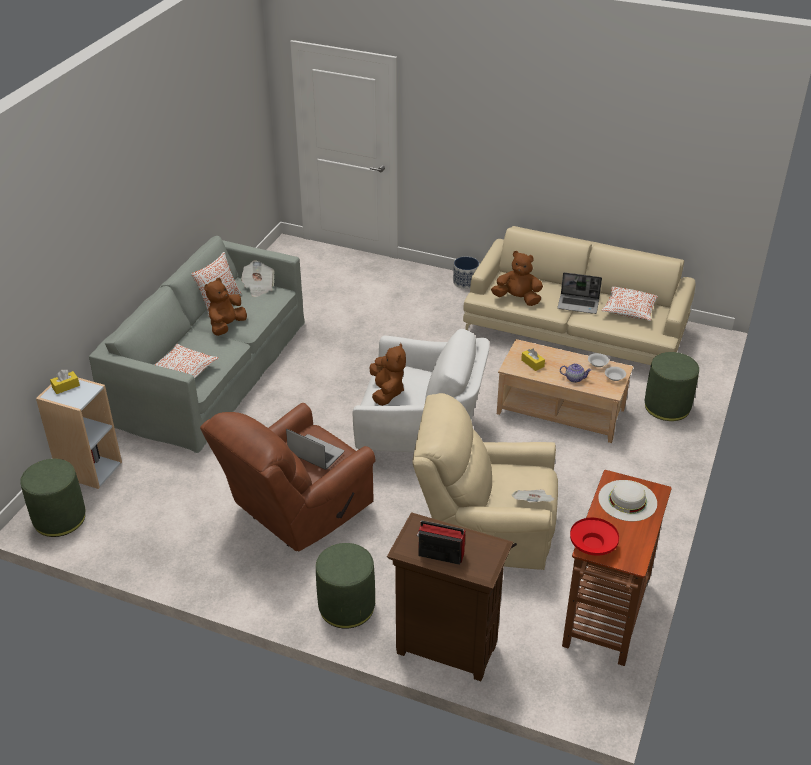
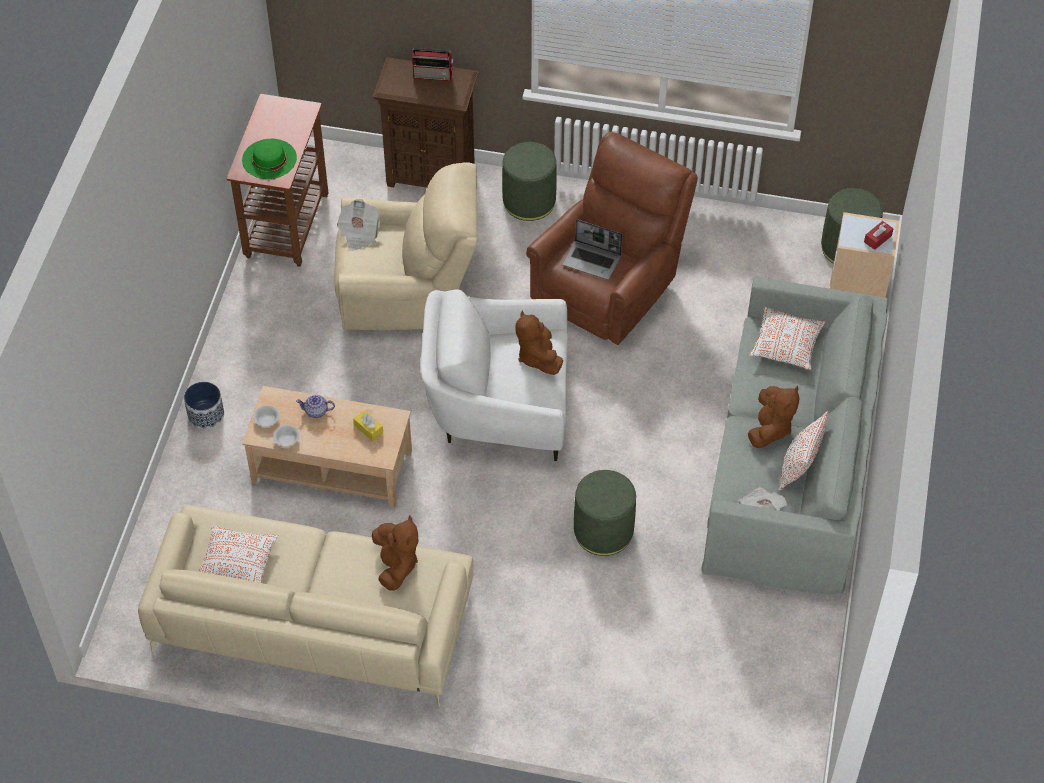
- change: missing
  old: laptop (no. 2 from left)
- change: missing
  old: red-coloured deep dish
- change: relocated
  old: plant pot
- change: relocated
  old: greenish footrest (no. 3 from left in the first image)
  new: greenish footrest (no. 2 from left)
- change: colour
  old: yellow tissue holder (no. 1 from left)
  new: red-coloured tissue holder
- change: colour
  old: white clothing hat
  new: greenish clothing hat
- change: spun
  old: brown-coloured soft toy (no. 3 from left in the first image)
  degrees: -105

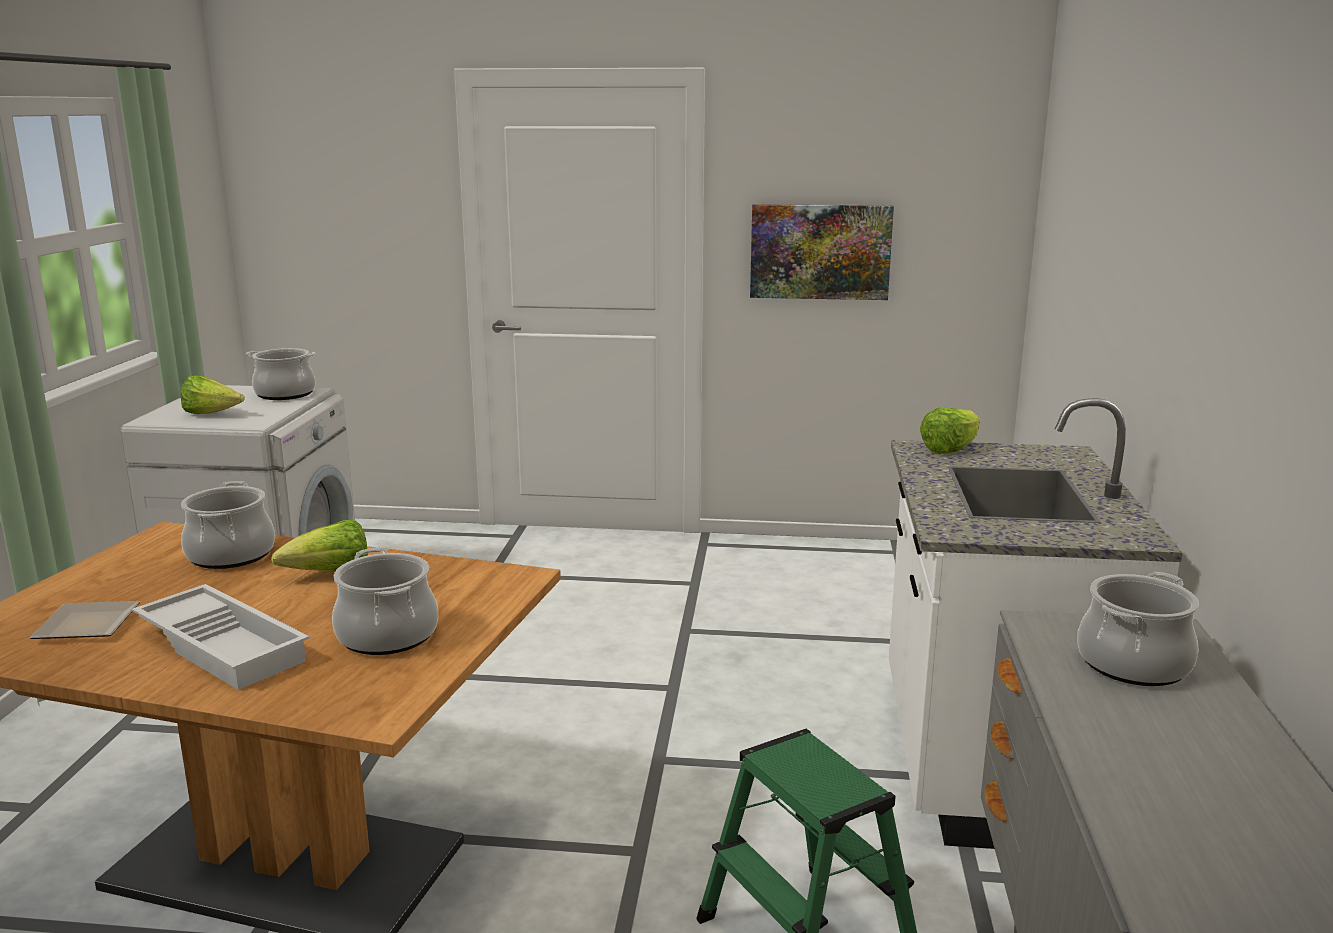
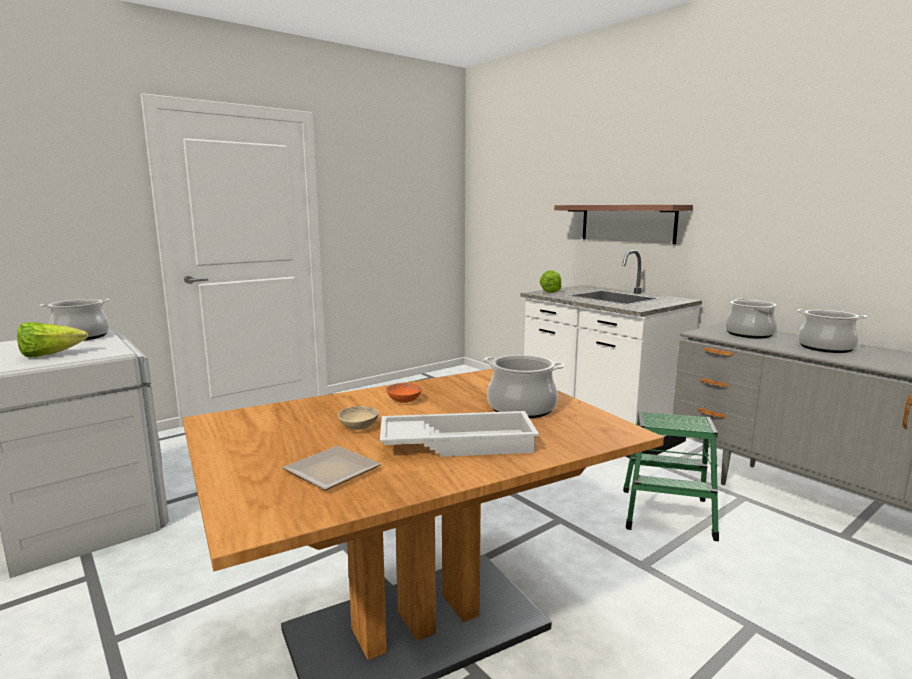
- change: missing
  old: picture
- change: appeared
  new: beige-coloured deep dish
- change: appeared
  new: wall shelf
- change: relocated
  old: stockpot (no. 1 from left in the first image)
  new: stockpot (no. 4 from left)
- change: exchanged
  old: lettuce head (no. 2 from left)
  new: orange deep dish

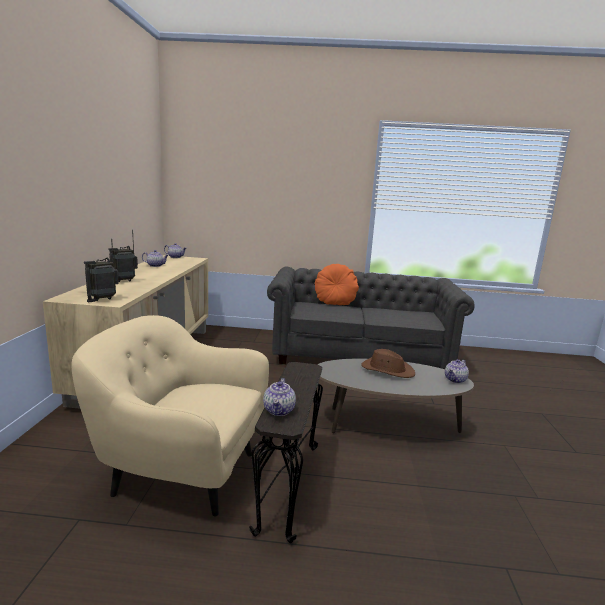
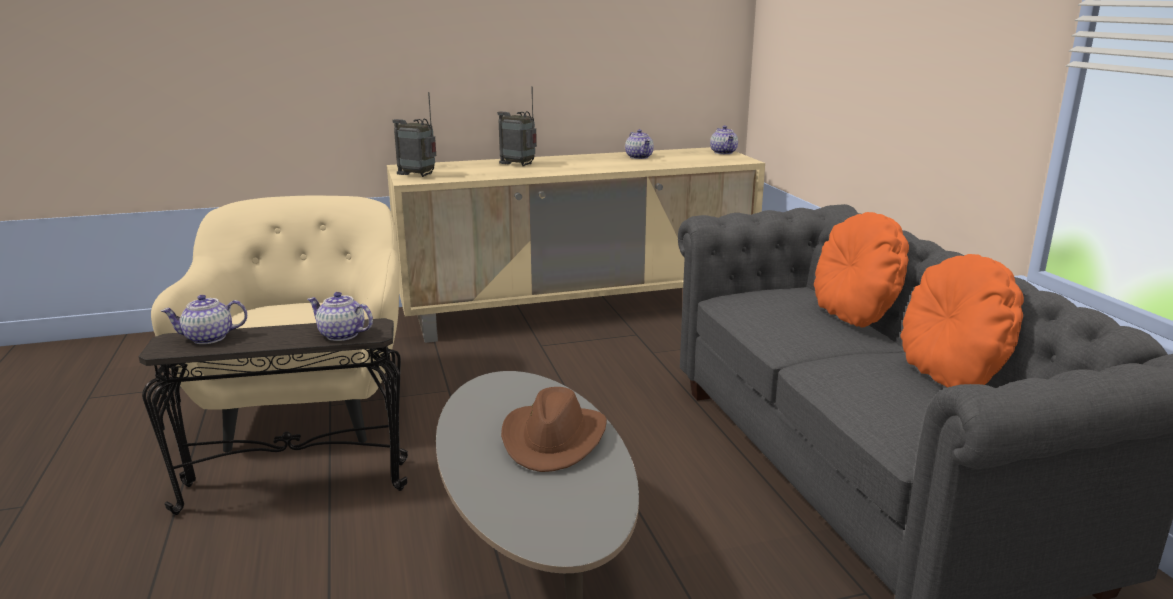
- change: appeared
  new: orange pillow (no. 2 from left)
- change: relocated
  old: pot for tea (no. 4 from left in the first image)
  new: pot for tea (no. 2 from left)

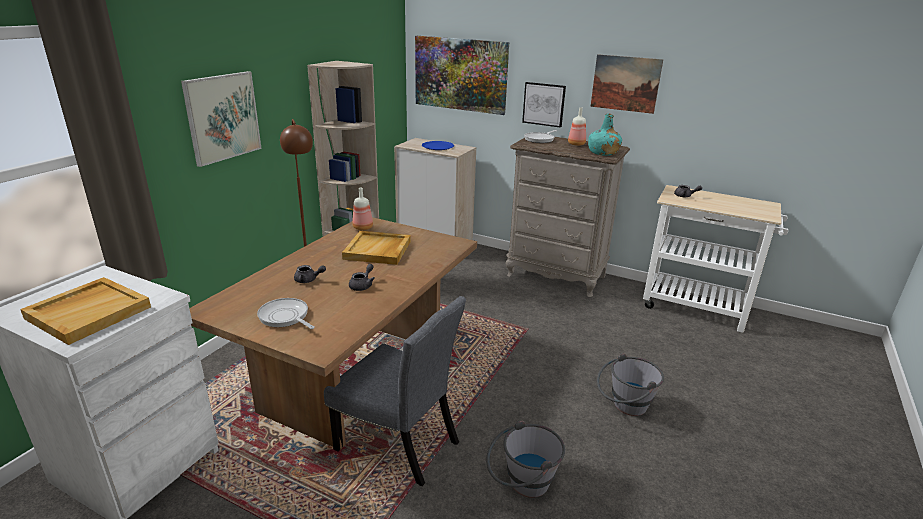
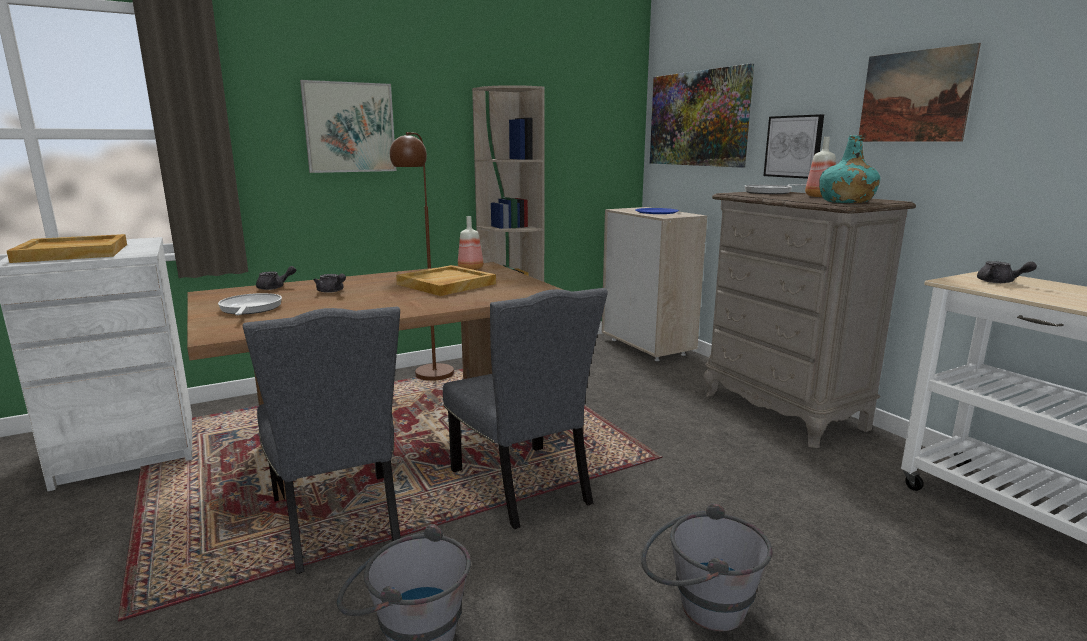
- change: appeared
  new: greyish plain chair (no. 2 from left)
- change: relocated
  old: greyish pot for tea (no. 2 from left in the first image)
  new: greyish pot for tea (no. 1 from left)

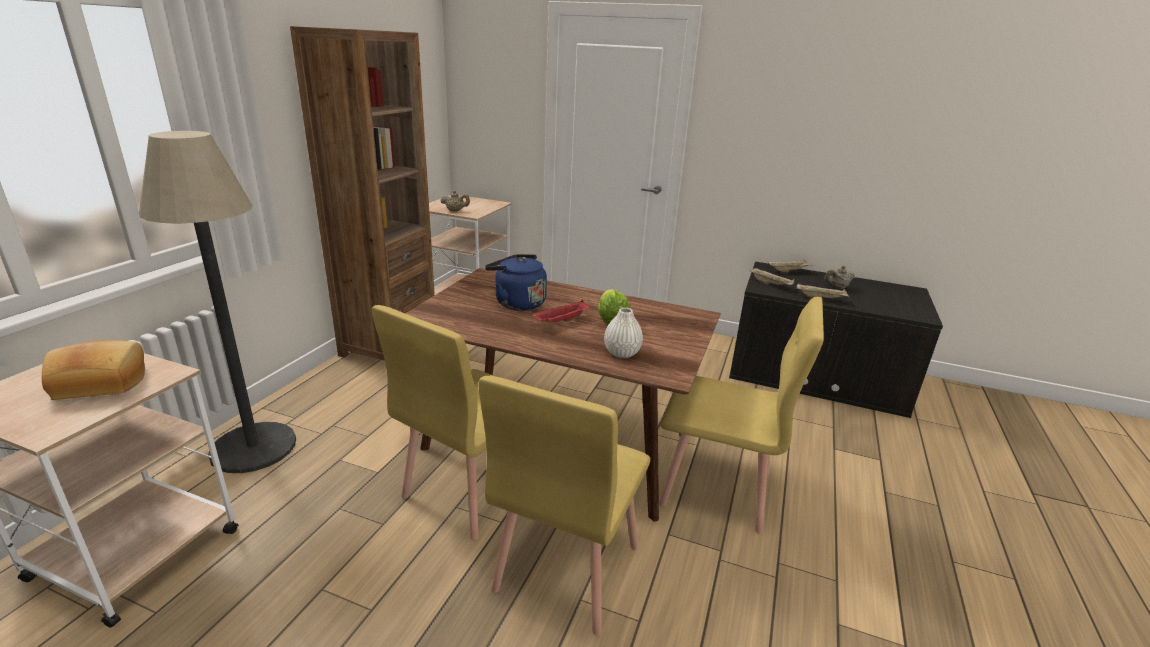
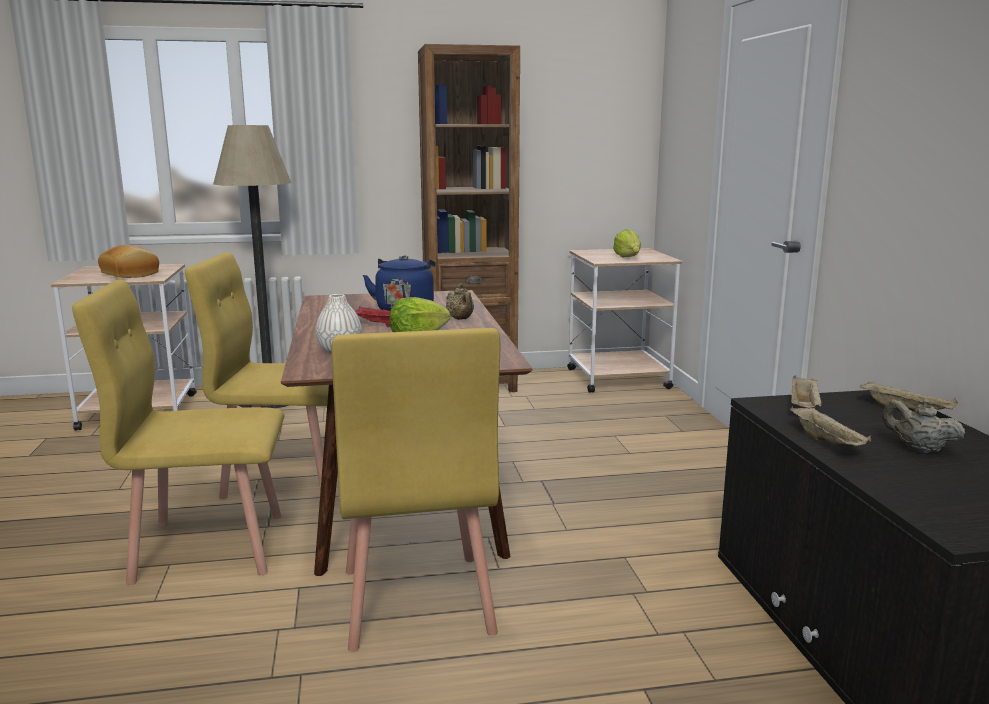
- change: appeared
  new: lettuce head (no. 2 from left)
- change: relocated
  old: beige-coloured pot for tea (no. 1 from left)

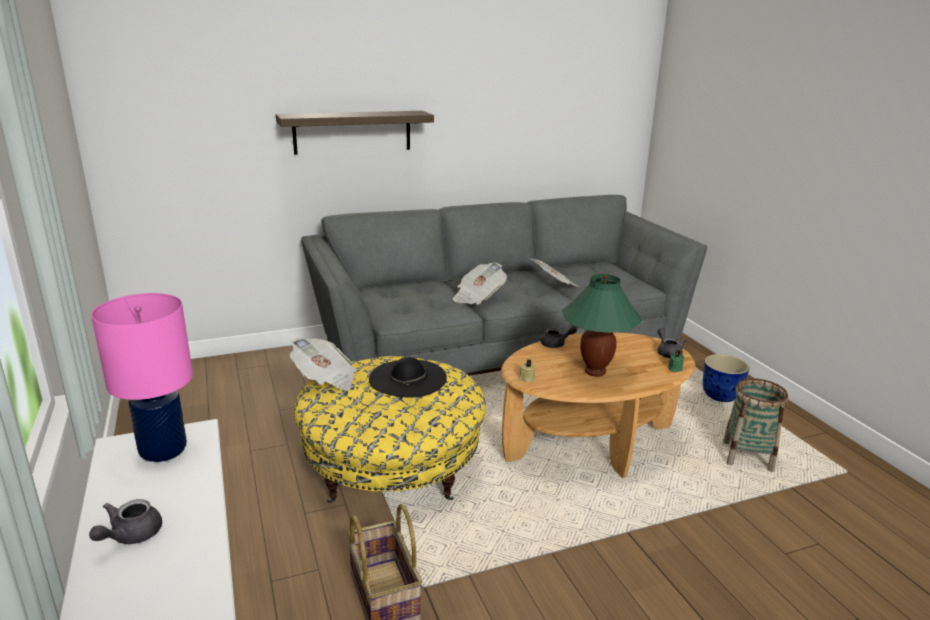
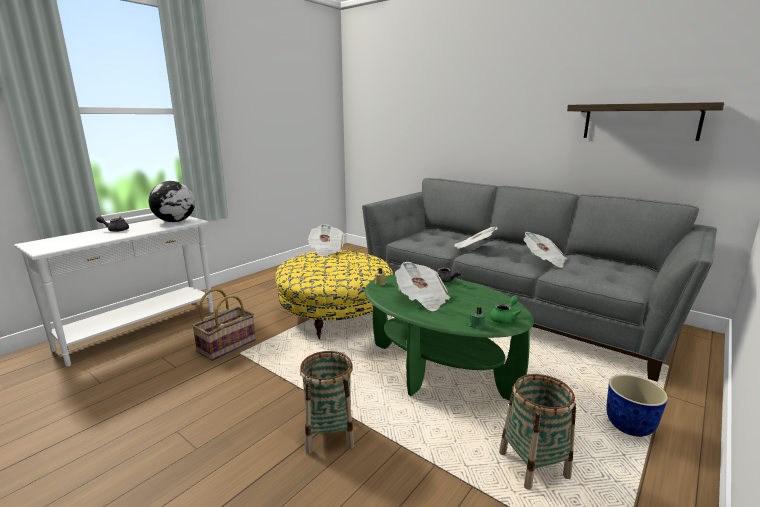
- change: missing
  old: black clothing hat
- change: appeared
  new: basket (no. 2 from left)
- change: relocated
  old: wall shelf
- change: exchanged
  old: pink-coloured table lamp
  new: world globe
- change: exchanged
  old: greenish table lamp
  new: printed paper (no. 2 from left)
- change: colour
  old: brown-coloured coffee table
  new: greenish coffee table
- change: colour
  old: greyish pot for tea (no. 3 from left)
  new: greenish pot for tea

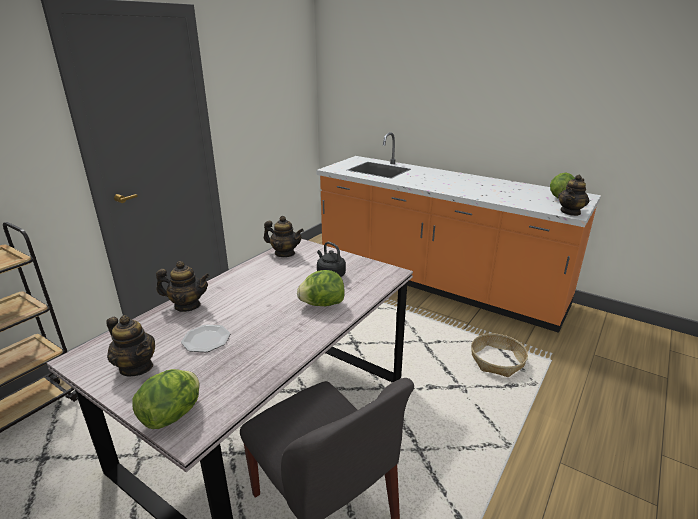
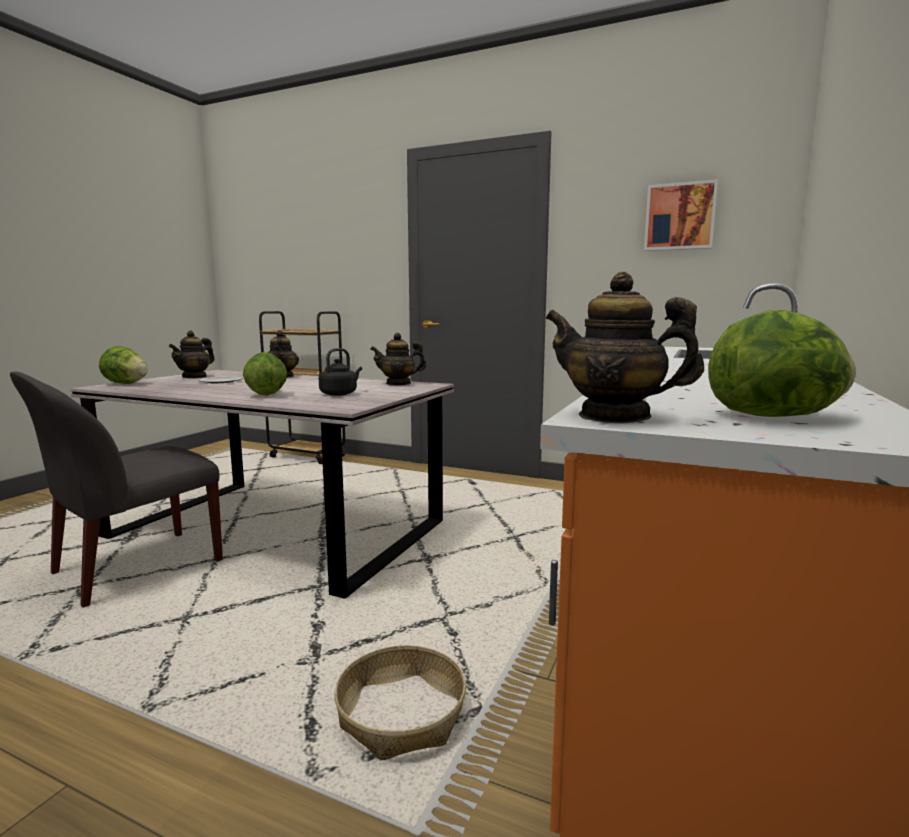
- change: appeared
  new: picture
- change: spun
  old: pot for tea (no. 3 from left)
  degrees: 75

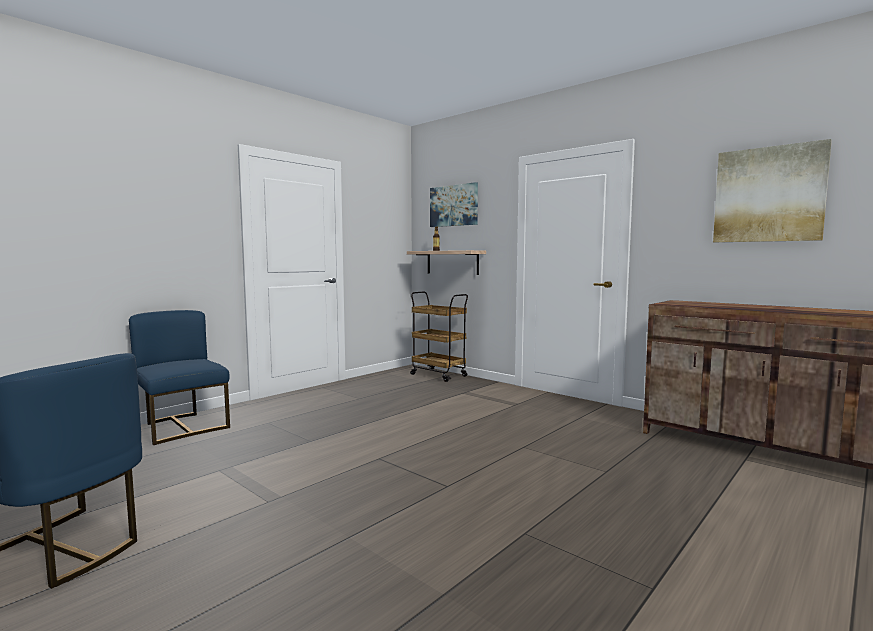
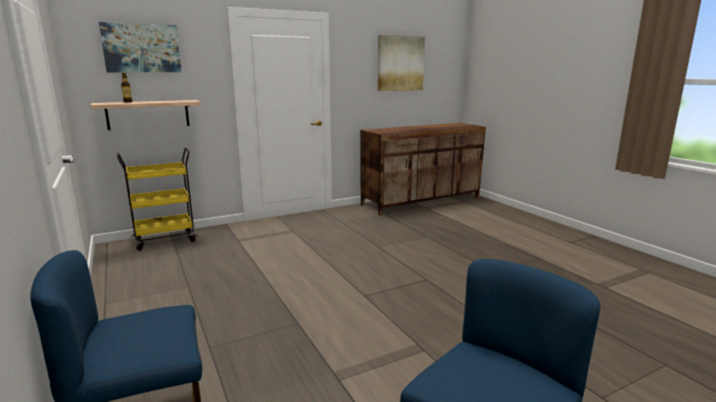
- change: colour
  old: brown-coloured cart
  new: yellow cart

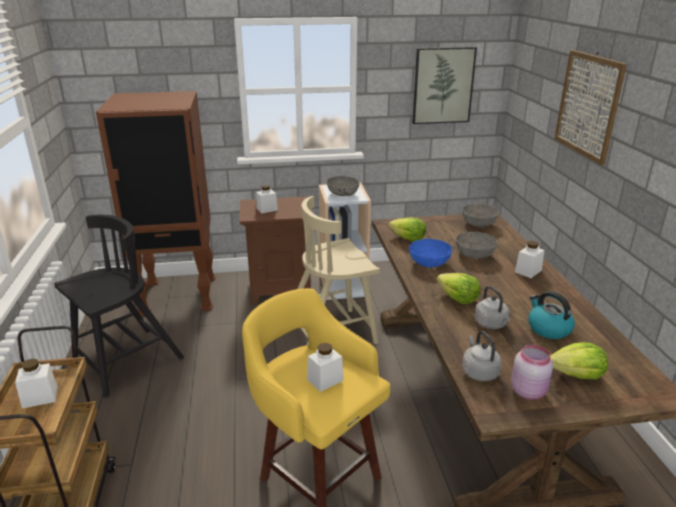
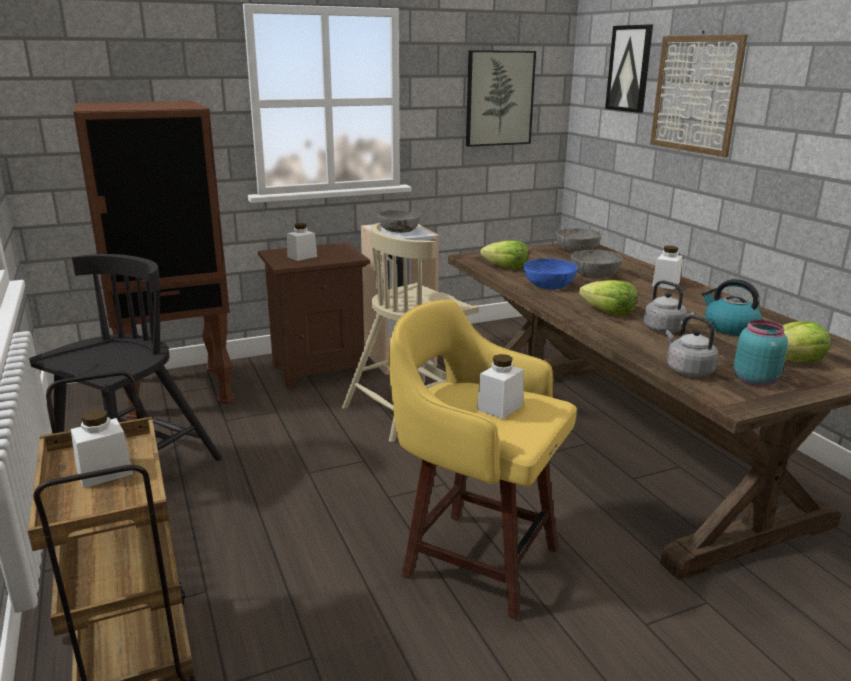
- change: appeared
  new: picture (no. 2 from left)
- change: colour
  old: pink-coloured jar
  new: turquoise-coloured jar

